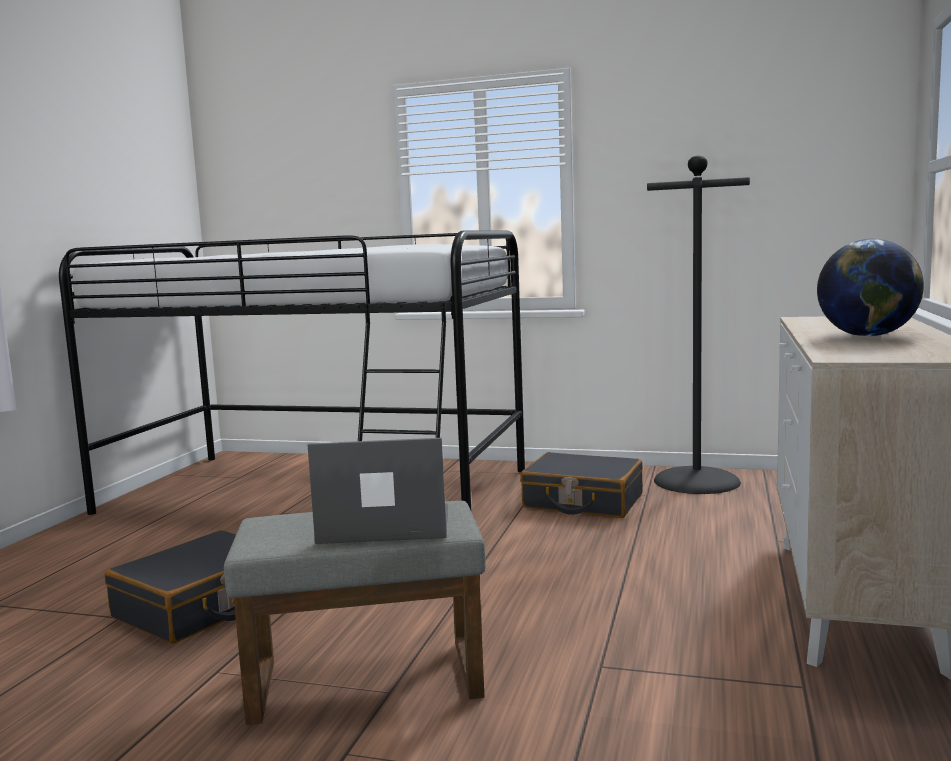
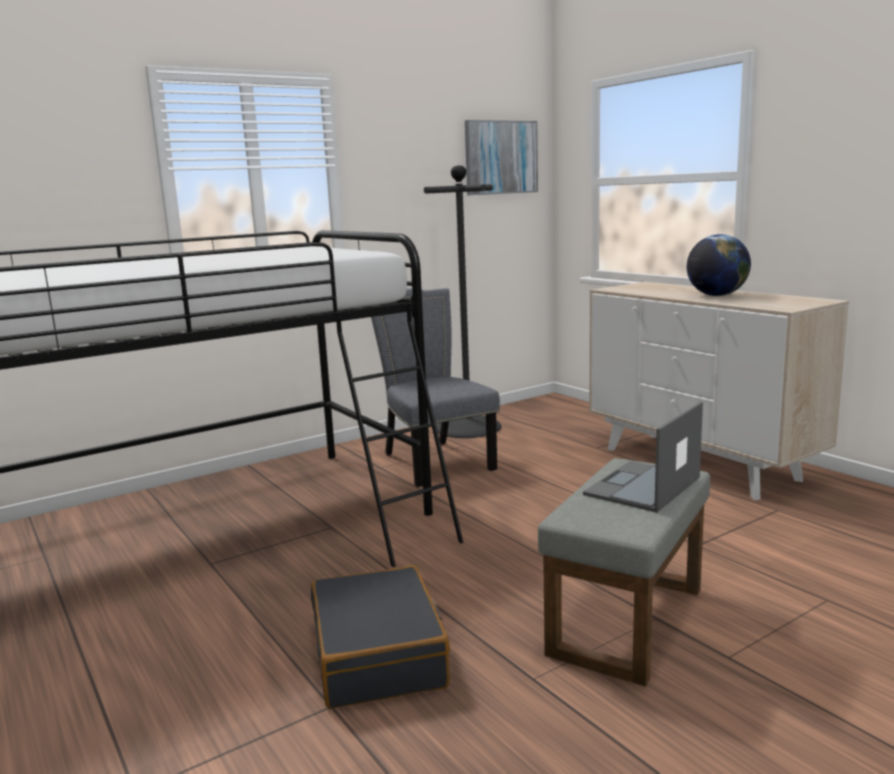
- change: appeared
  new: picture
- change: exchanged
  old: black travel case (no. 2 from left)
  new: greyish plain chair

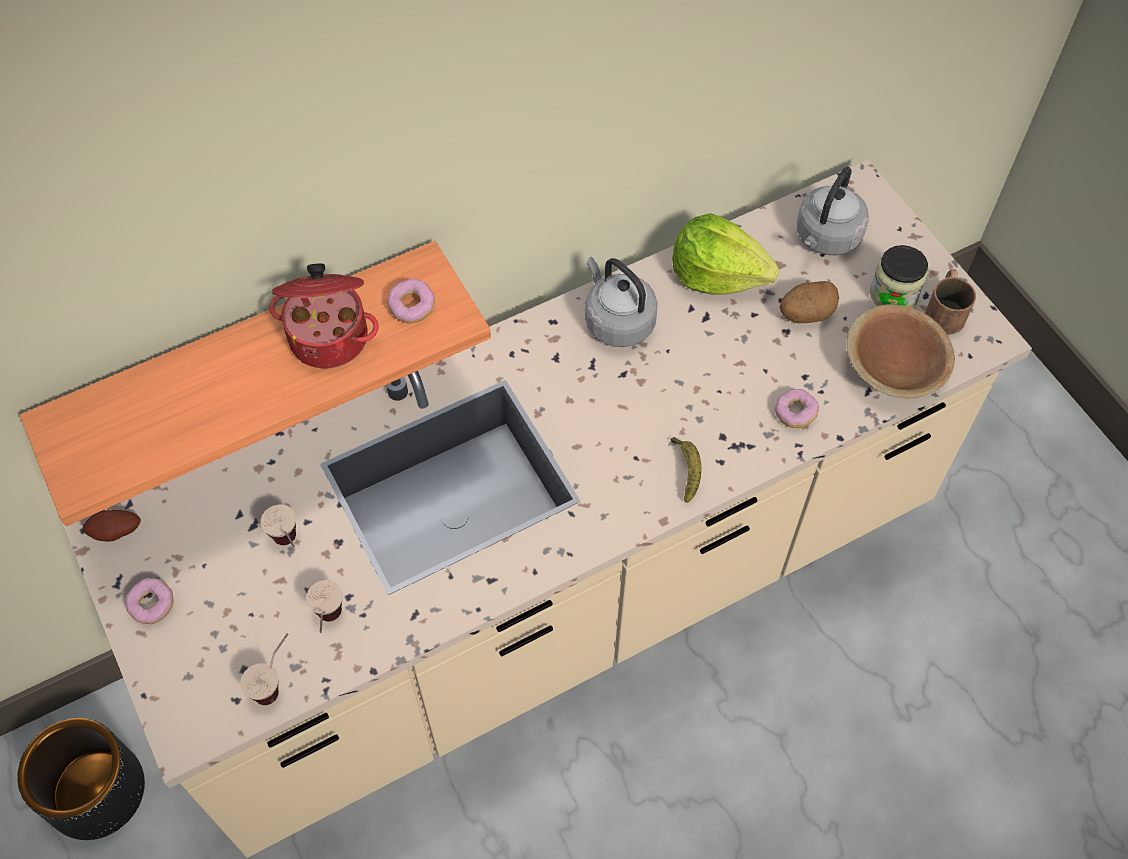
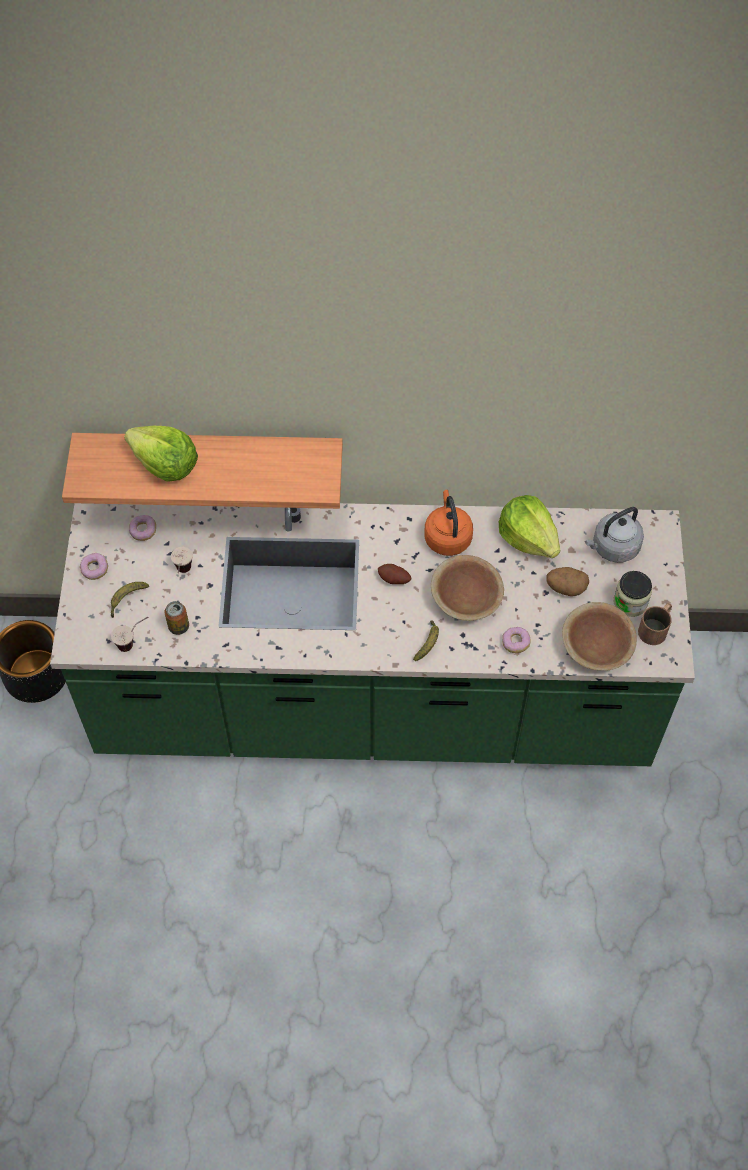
- change: missing
  old: stockpot
- change: appeared
  new: banana (no. 1 from left)
- change: appeared
  new: lettuce head (no. 1 from left)
- change: appeared
  new: brown-coloured deep dish (no. 1 from left)
- change: relocated
  old: spud (no. 1 from left)
- change: relocated
  old: doughnut (no. 2 from left)
- change: exchanged
  old: cup (no. 3 from left)
  new: can
- change: colour
  old: beige-coloured kitchen counter
  new: greenish kitchen counter
- change: colour
  old: greyish water kettle (no. 1 from left)
  new: orange water kettle

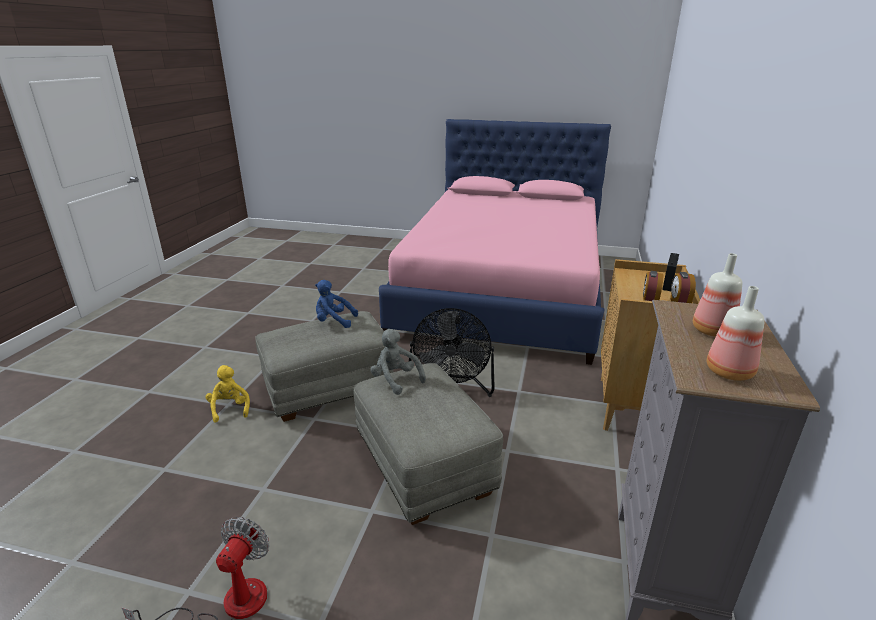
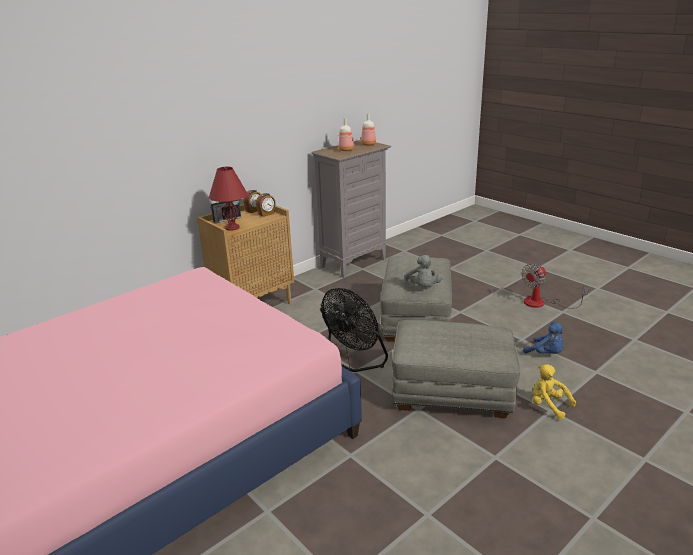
- change: appeared
  new: red-coloured table lamp
- change: relocated
  old: blue-coloured soft toy
- change: spun
  old: yellow soft toy
  degrees: 120

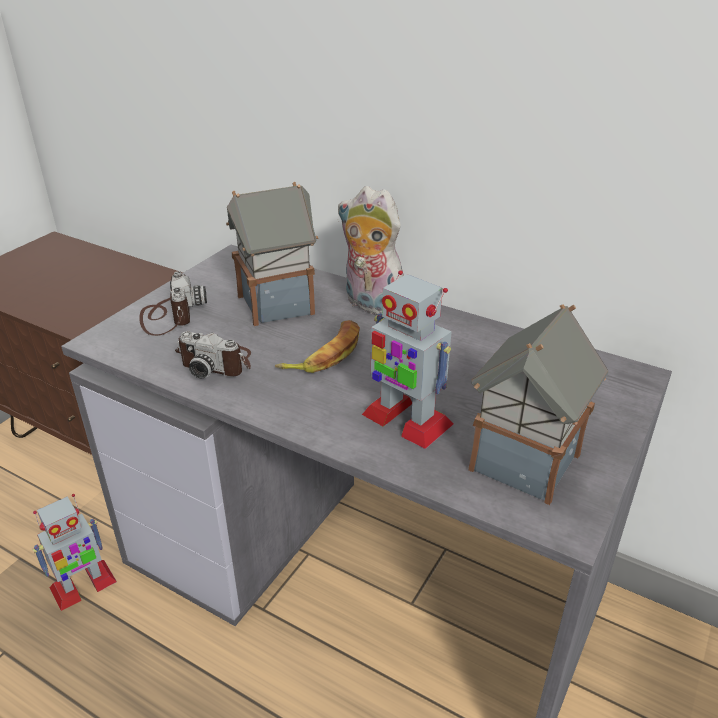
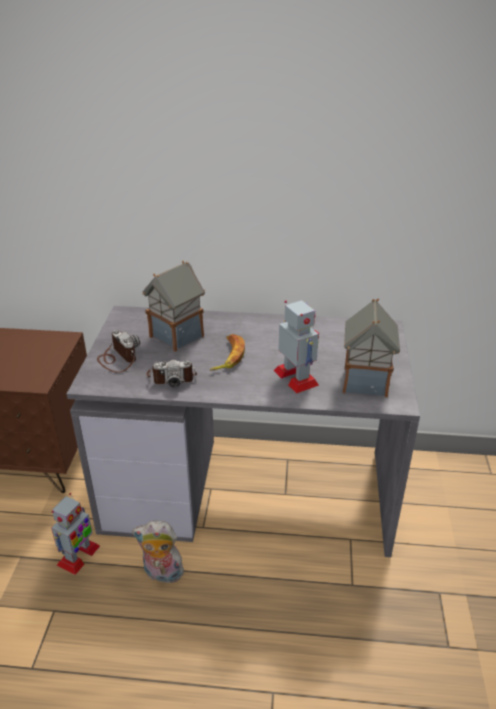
- change: relocated
  old: soft toy
- change: spun
  old: robot figure (no. 2 from left)
  degrees: -135

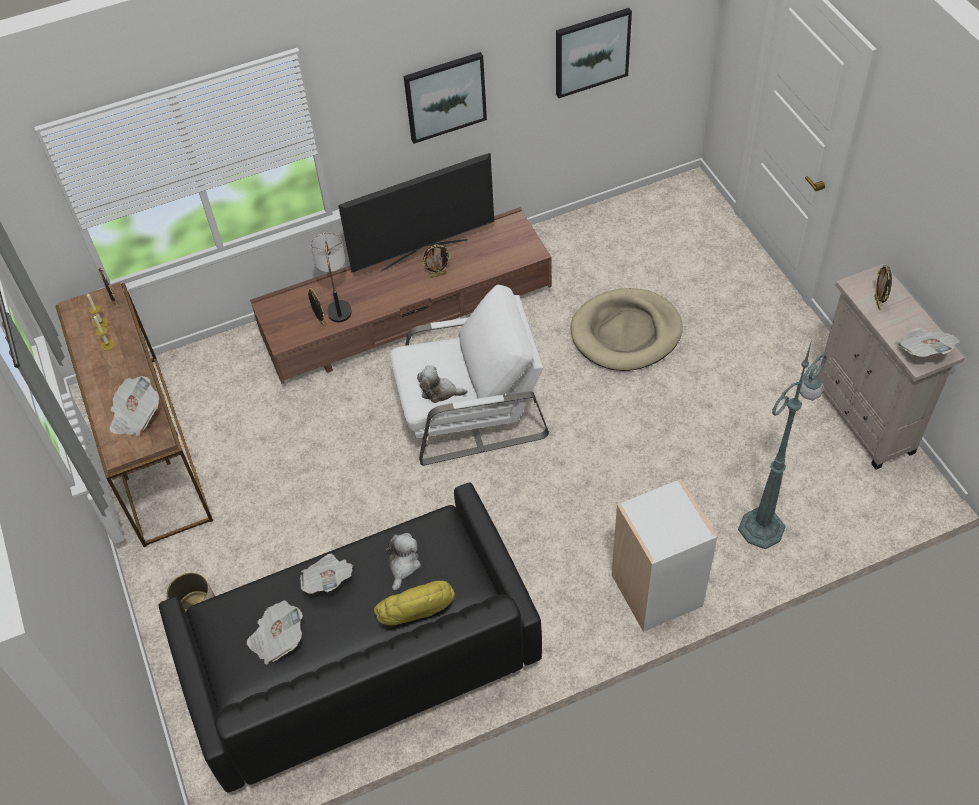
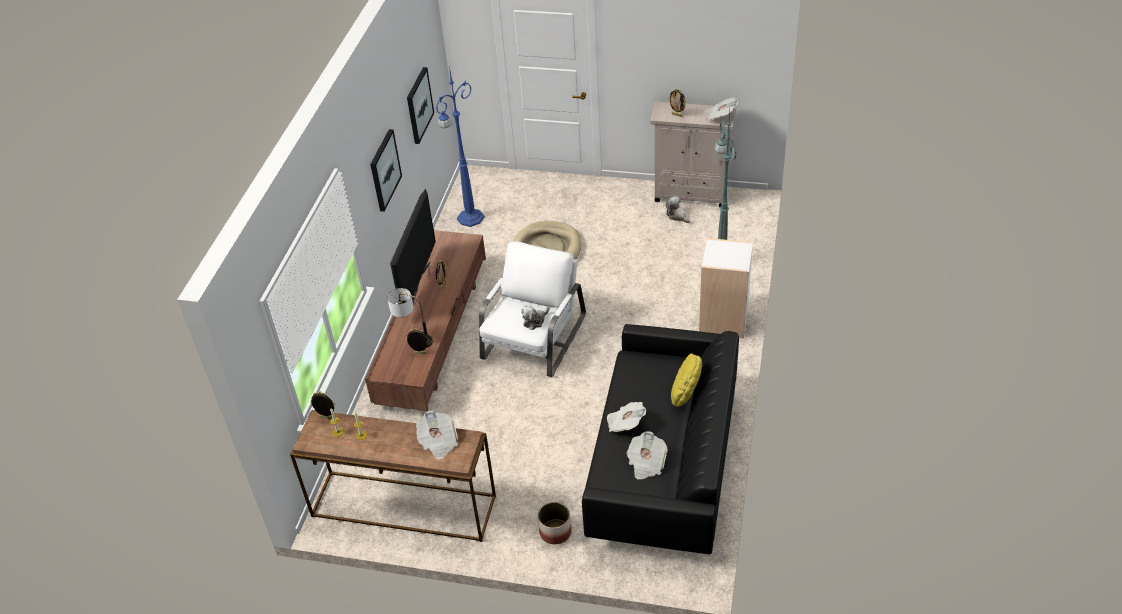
- change: appeared
  new: blue-coloured standing lamp
- change: relocated
  old: soft toy (no. 1 from left in the first image)
  new: soft toy (no. 2 from left)

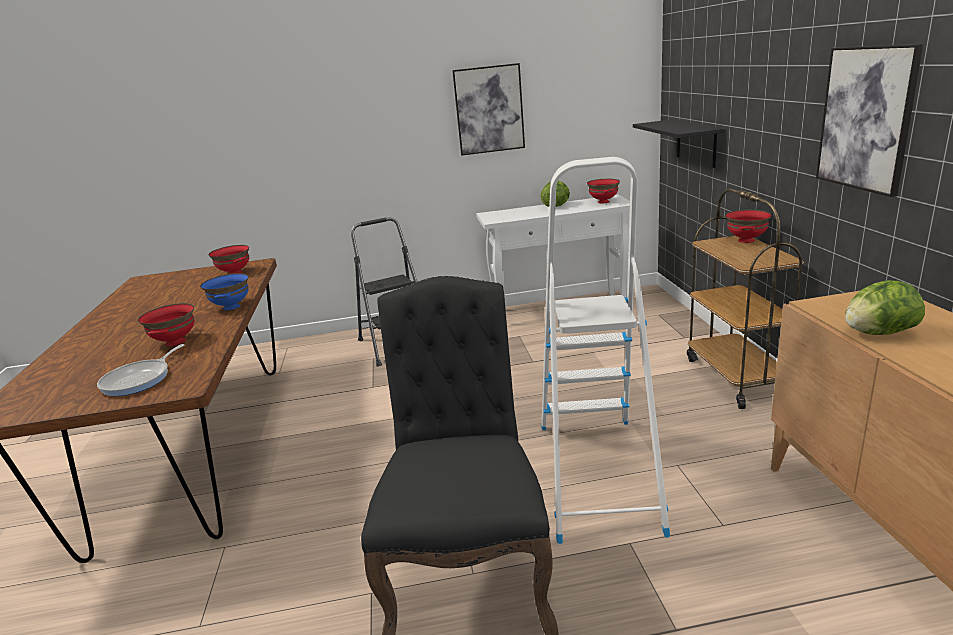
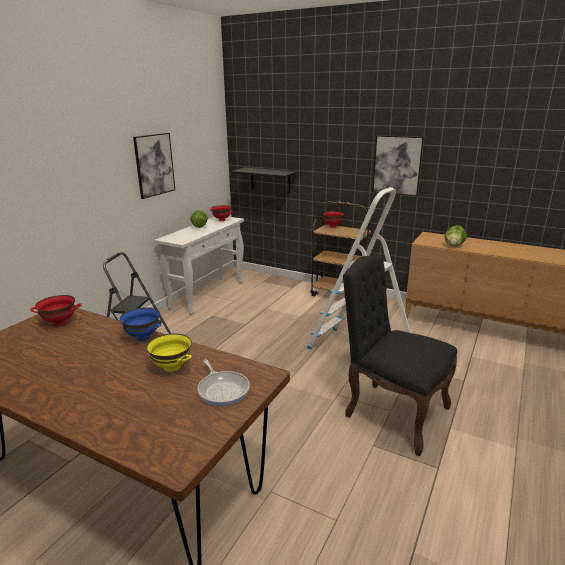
- change: colour
  old: red-coloured deep dish (no. 1 from left)
  new: yellow deep dish

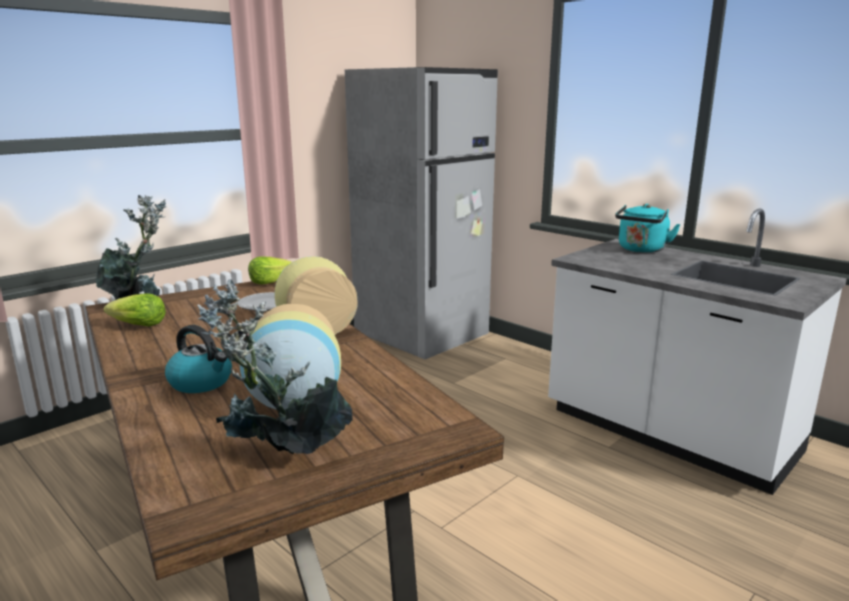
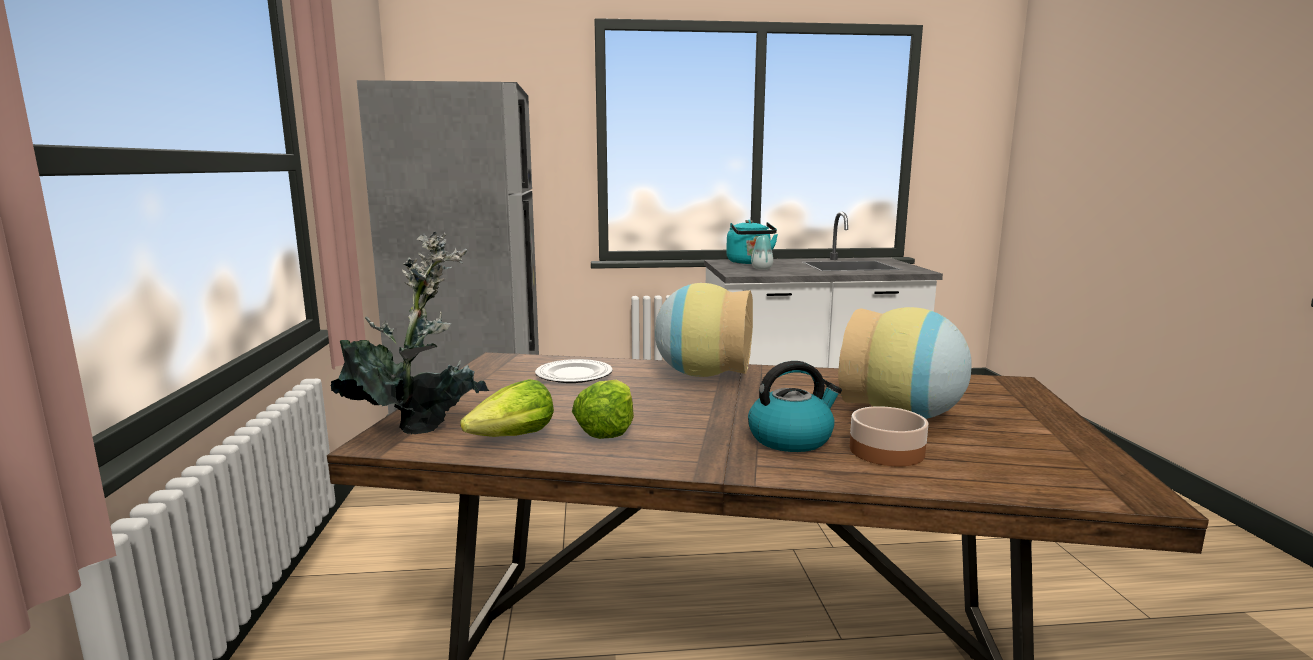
- change: missing
  old: potted plant (no. 2 from left)
- change: appeared
  new: decorative vase (no. 2 from left)
- change: appeared
  new: deep dish
- change: relocated
  old: lettuce head (no. 2 from left)

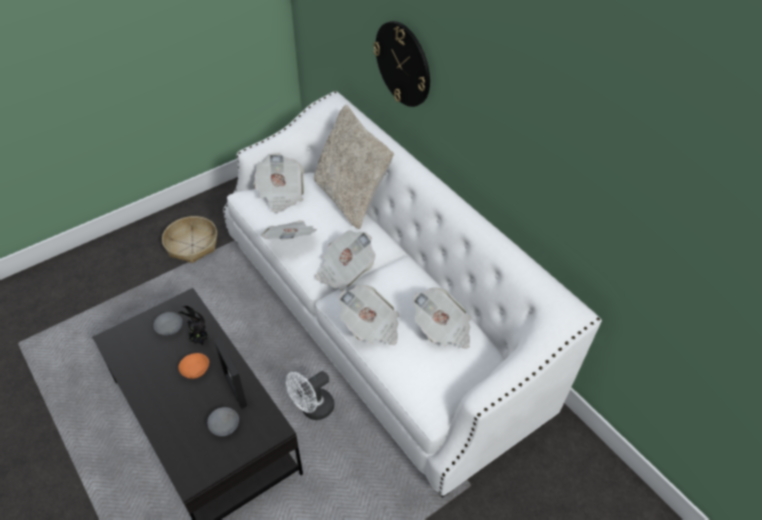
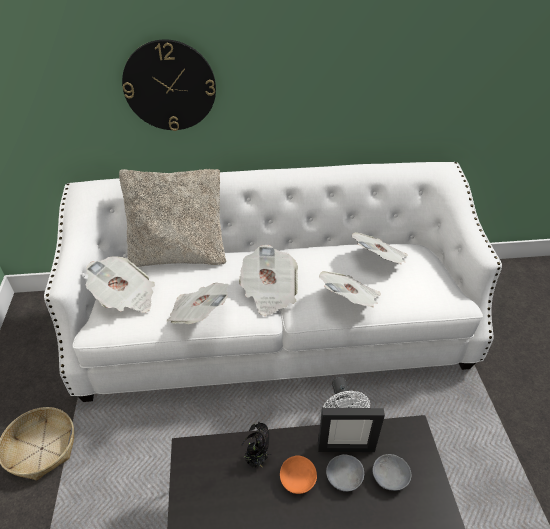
- change: relocated
  old: greyish deep dish (no. 1 from left)

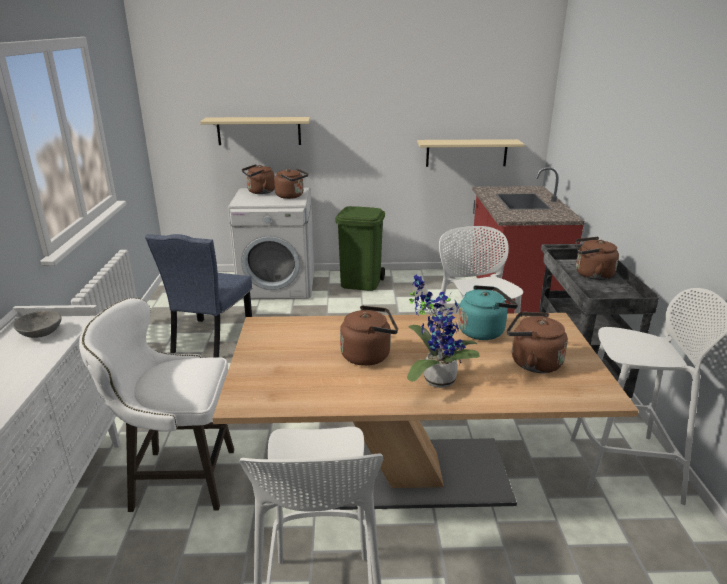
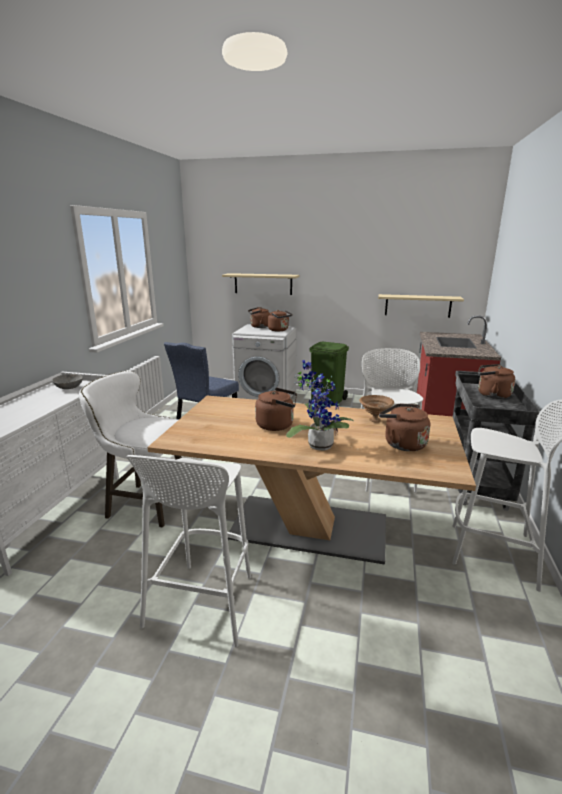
- change: exchanged
  old: turquoise-coloured water kettle
  new: brown-coloured deep dish

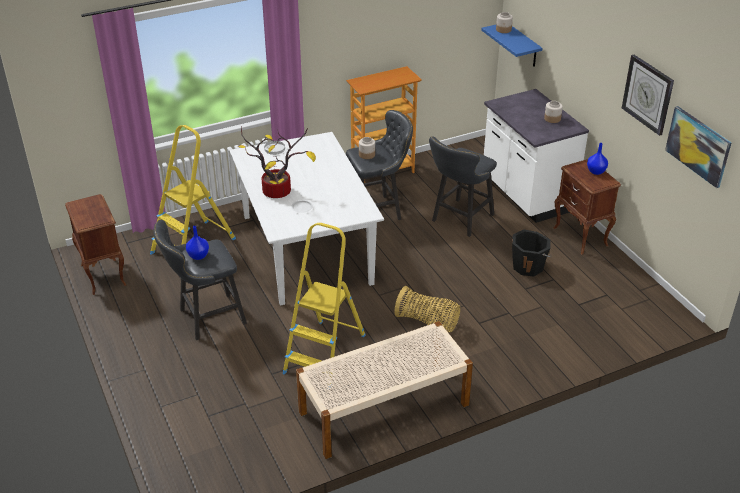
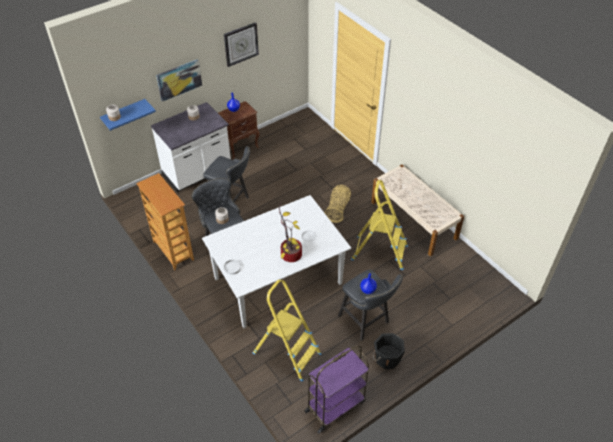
- change: relocated
  old: black water bucket
- change: relocated
  old: picture
- change: exchanged
  old: brown-coloured bedside table (no. 1 from left)
  new: purple cart

